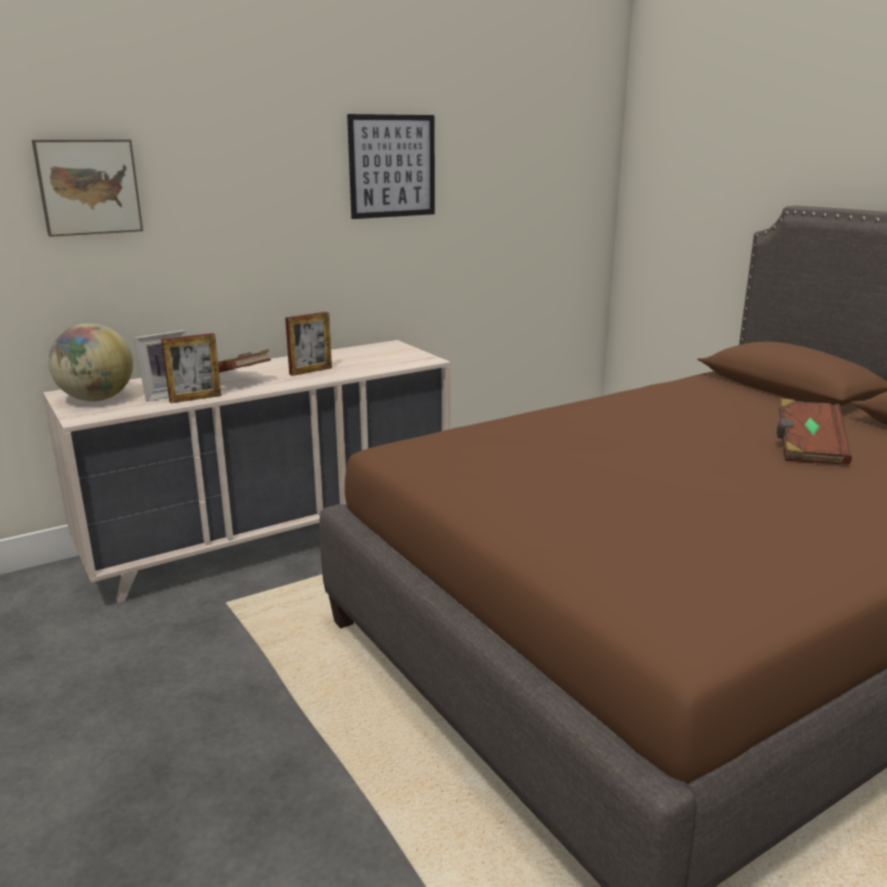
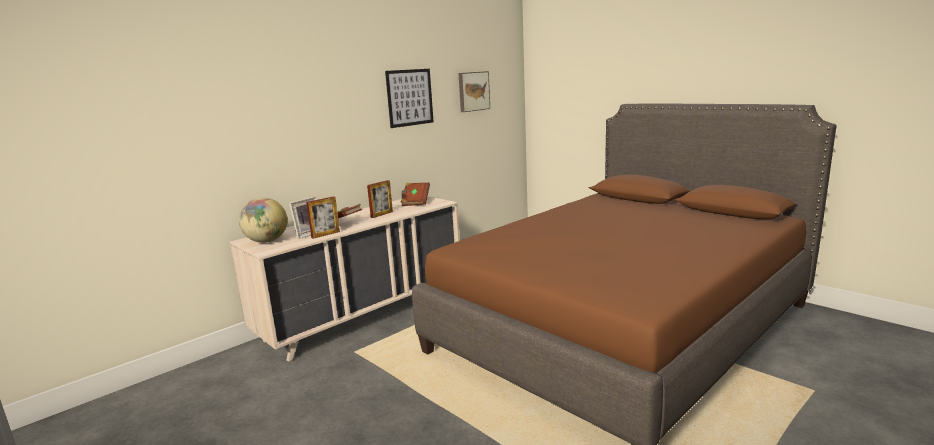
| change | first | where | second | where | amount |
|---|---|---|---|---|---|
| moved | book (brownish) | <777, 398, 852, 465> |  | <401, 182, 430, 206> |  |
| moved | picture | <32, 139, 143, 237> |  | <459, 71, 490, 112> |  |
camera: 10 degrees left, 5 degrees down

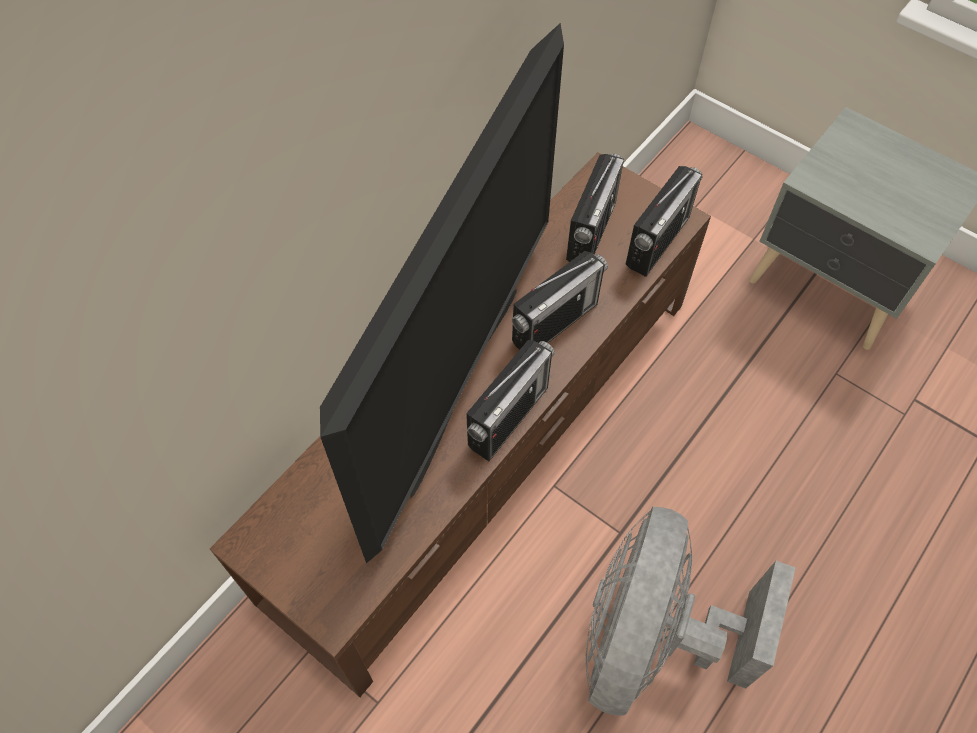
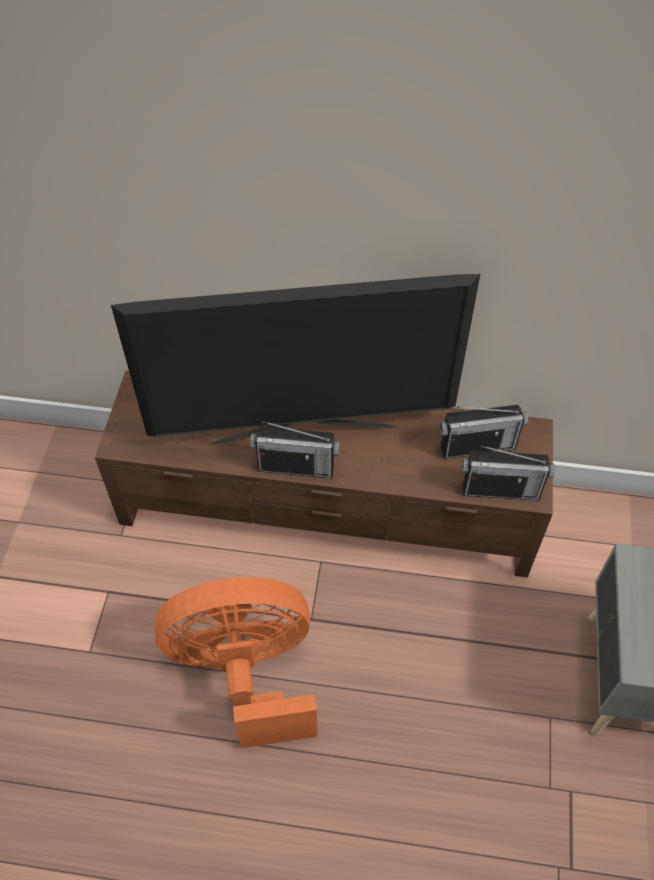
| change | first | where | second | where | amount |
|---|---|---|---|---|---|
| recoloured | fan (gray) | <585, 507, 796, 716> | fan (orange-coloured) | <154, 577, 318, 748> |  |
| removed | radio set | <512, 251, 608, 350> |  |  |  |
camera: 60 degrees right, 5 degrees down

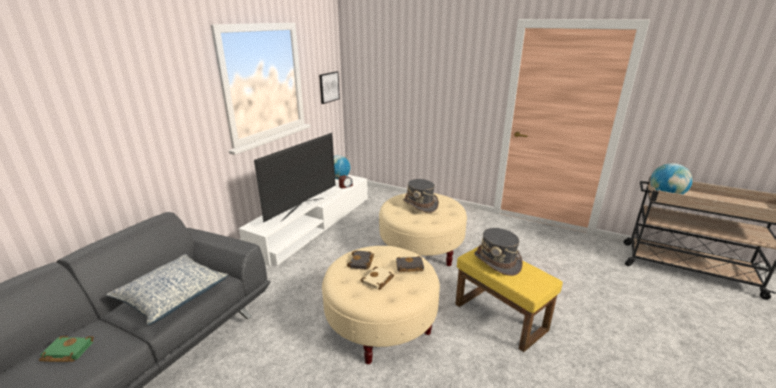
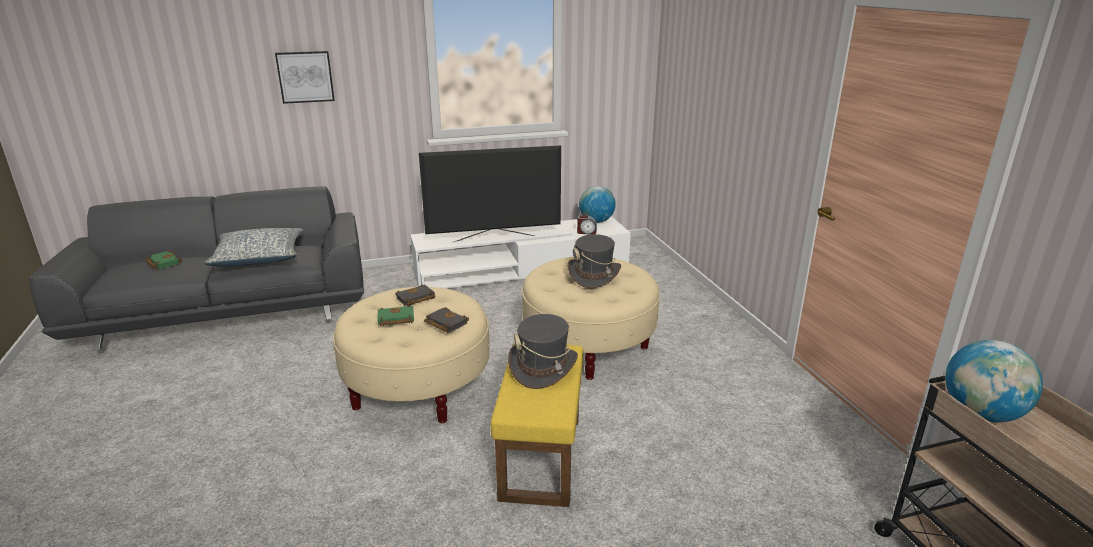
| change | first | where | second | where | amount |
|---|---|---|---|---|---|
| moved | picture | <319, 71, 340, 104> |  | <275, 51, 335, 104> |  |
| recoloured | book (beige-coloured) | <361, 267, 394, 290> | book (green-coloured) | <377, 305, 414, 326> |  |
camera: 45 degrees right, 0 degrees up

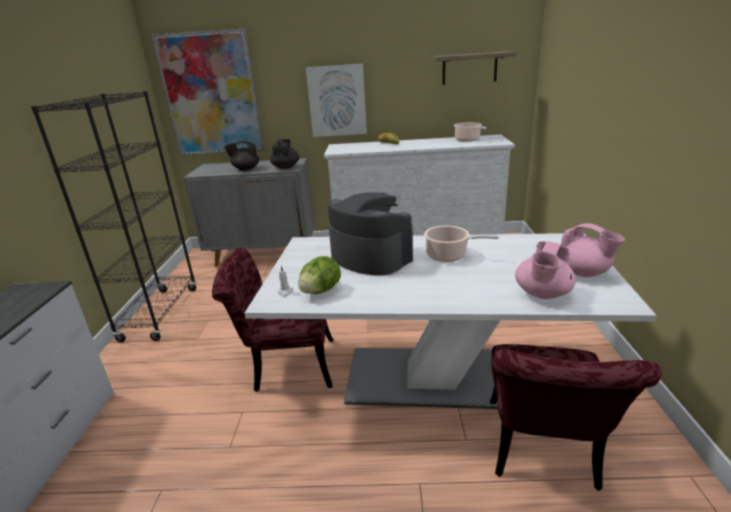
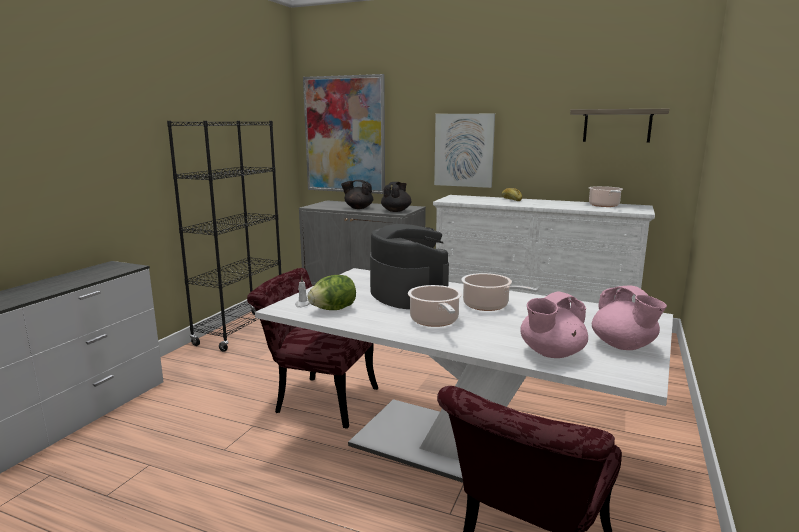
| change | first | where | second | where | amount |
|---|---|---|---|---|---|
| added |  |  | stockpot | <408, 285, 462, 327> |  |
camera: 20 degrees right, 10 degrees down

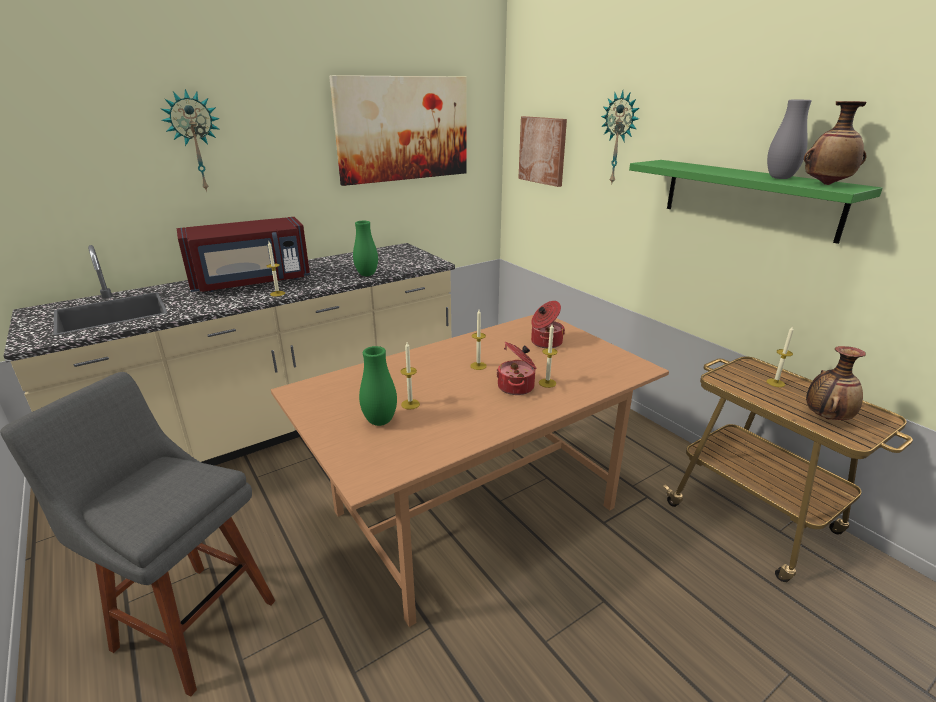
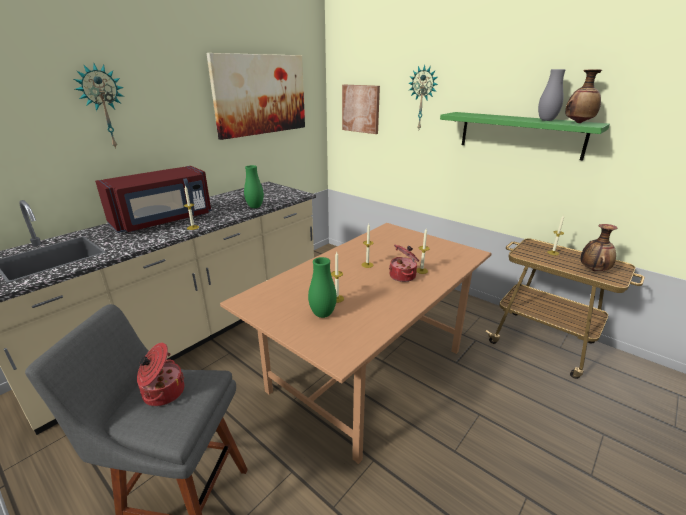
| change | first | where | second | where | amount |
|---|---|---|---|---|---|
| moved | stockpot | <531, 301, 565, 348> |  | <137, 343, 184, 406> |  |
camera: 15 degrees left, 0 degrees up

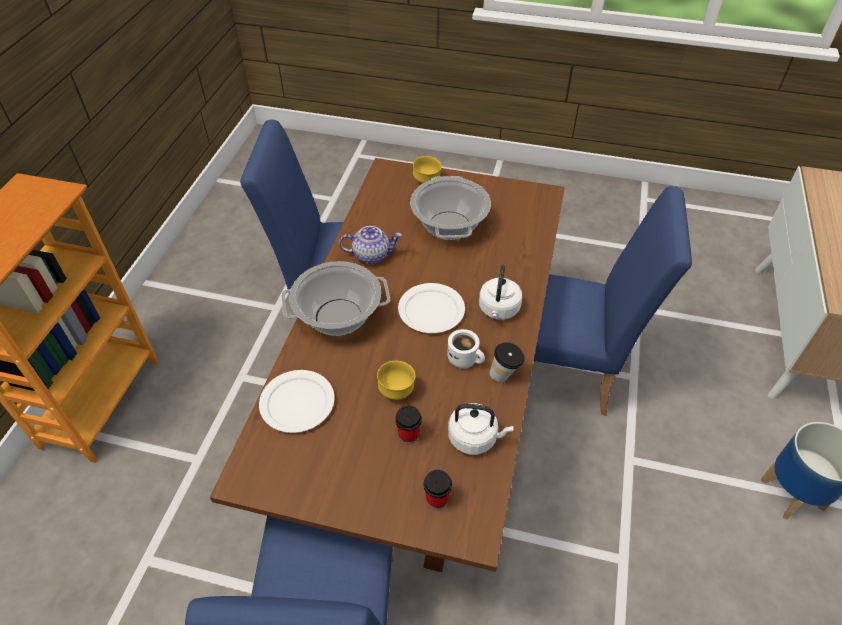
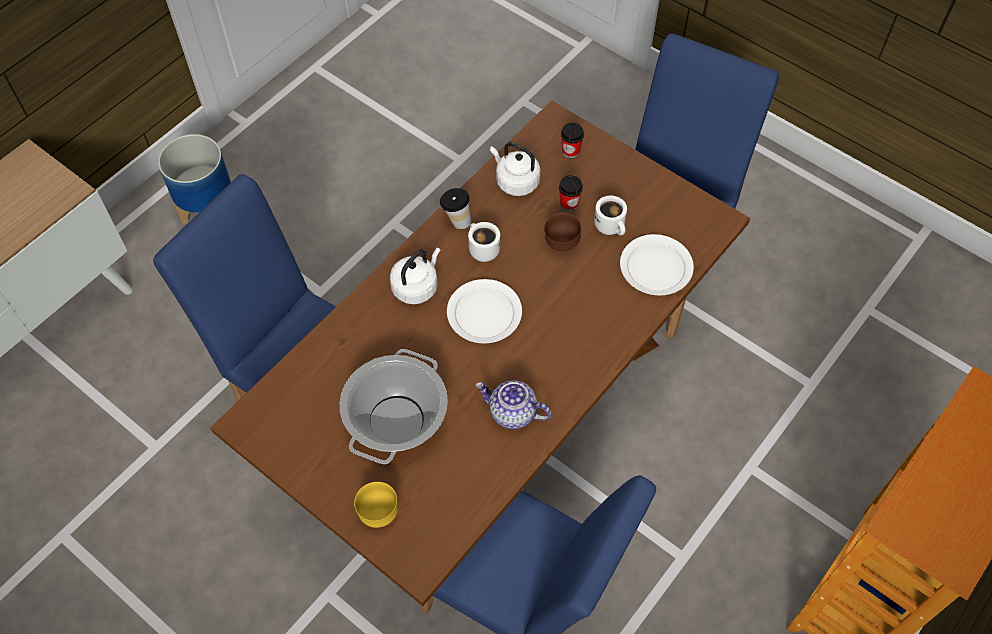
| change | first | where | second | where | amount |
|---|---|---|---|---|---|
| recoloured | bowl (yellowish) | <377, 361, 415, 400> | bowl (brownish) | <544, 213, 581, 251> |  |
| added |  |  | coffee mug (whitish) | <594, 196, 627, 235> |  |
| removed | stockpot | <282, 261, 390, 336> |  |  |  |
camera: 155 degrees left, 10 degrees up

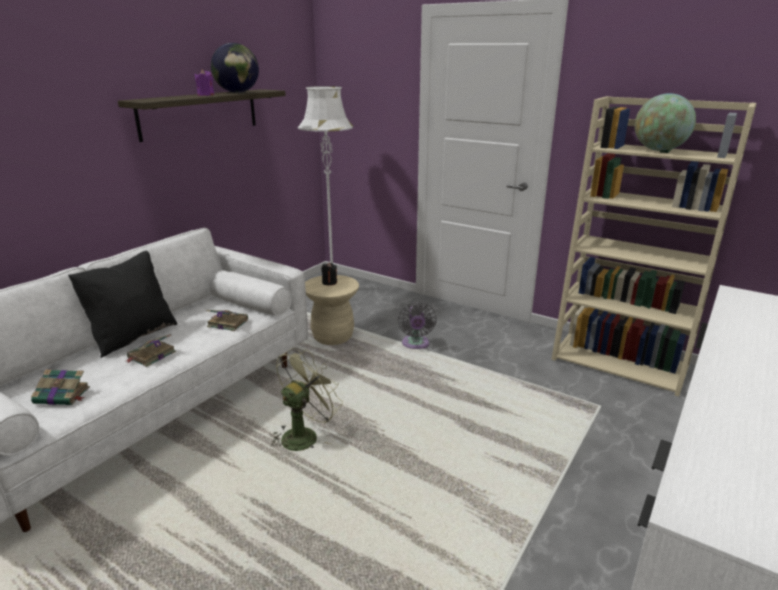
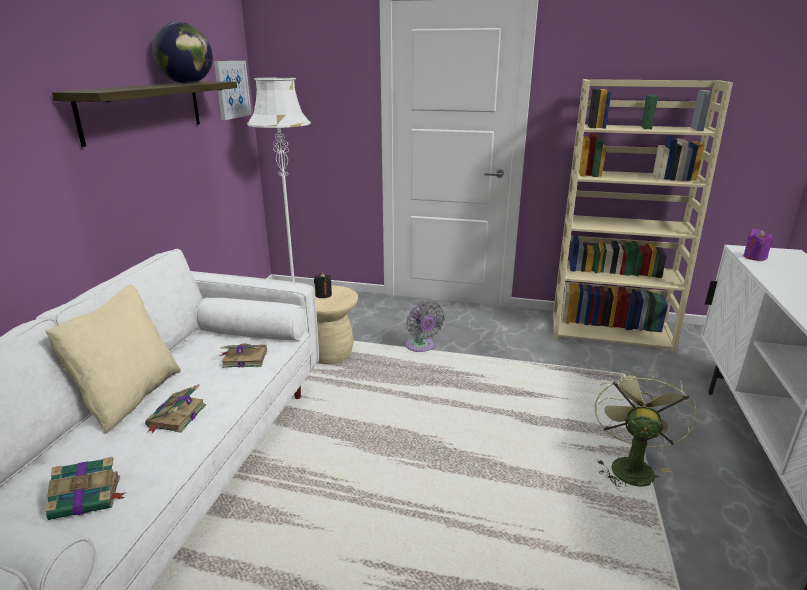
| change | first | where | second | where | amount |
|---|---|---|---|---|---|
| recoloured | pillow (black) | <68, 251, 177, 358> | pillow (beige-coloured) | <45, 285, 181, 434> |  |
| added |  |  | picture | <214, 61, 252, 120> |  |
| moved | fan (green-coloured) | <272, 348, 343, 451> |  | <595, 368, 697, 492> |  |
| moved | wax light (purple-coloured) | <194, 70, 214, 96> |  | <743, 229, 773, 261> |  |
| removed | globe | <635, 93, 696, 151> |  |  |  |
camera: 20 degrees left, 0 degrees up

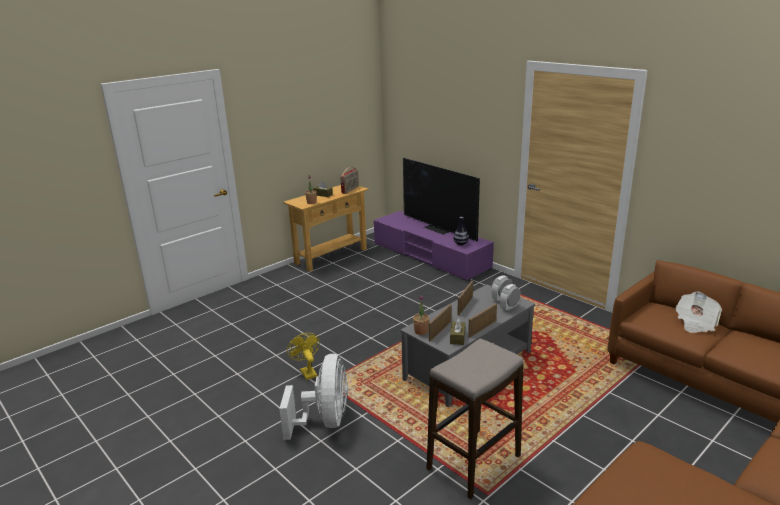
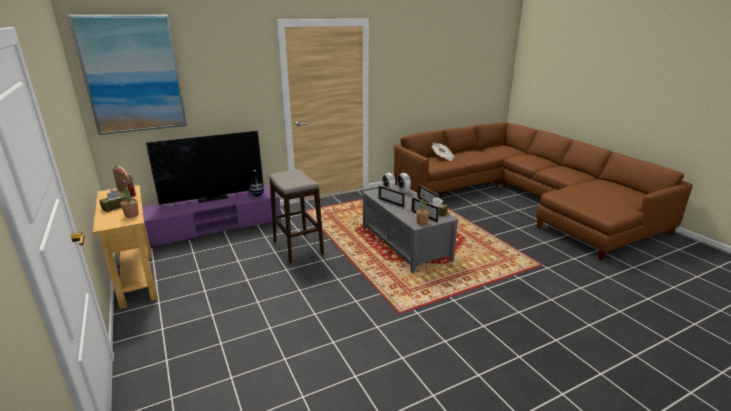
| change | first | where | second | where | amount |
|---|---|---|---|---|---|
| added |  |  | picture | <68, 15, 187, 135> |  |
| moved | sitting stool | <426, 338, 524, 499> |  | <269, 169, 324, 264> |  |
| removed | fan (whitish) | <279, 354, 348, 440> |  |  |  |
| removed | fan (yellowish) | <287, 333, 320, 380> |  |  |  |
camera: 75 degrees left, 0 degrees up

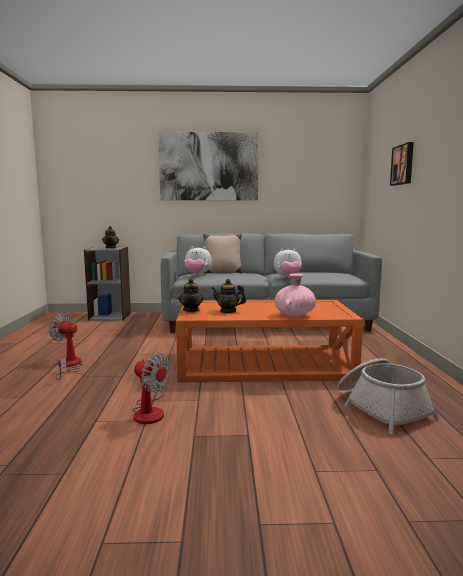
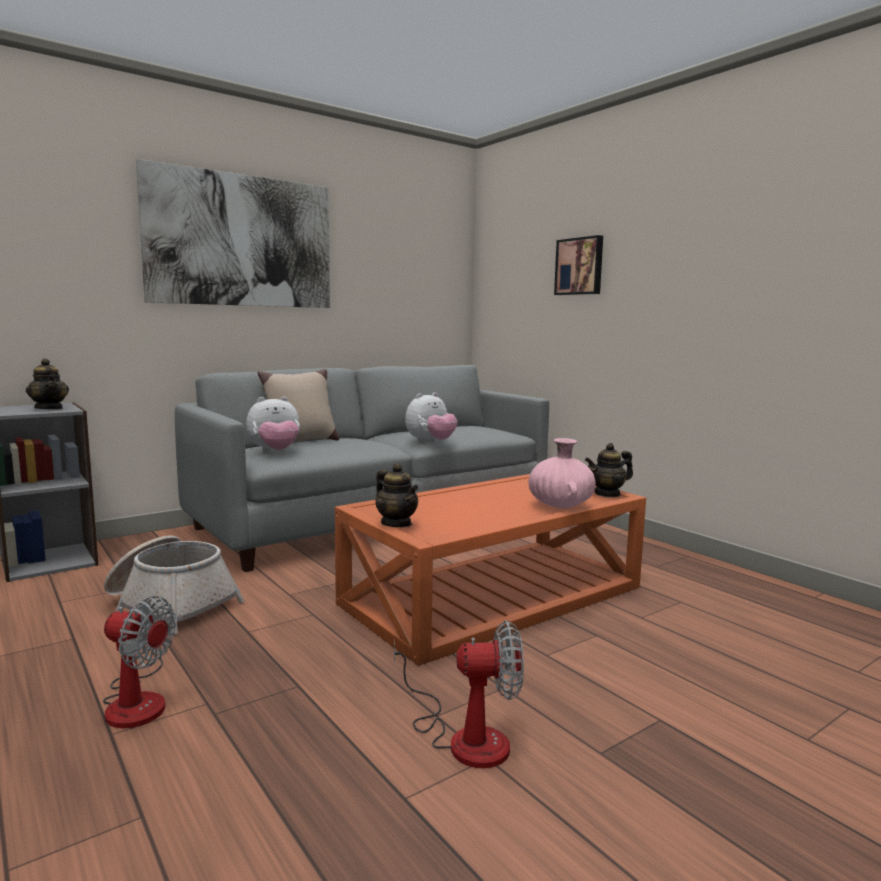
| change | first | where | second | where | amount |
|---|---|---|---|---|---|
| turned | fan | <49, 313, 83, 380> |  | <103, 596, 176, 728> | 150 degrees counterclockwise |
| moved | basket | <337, 358, 439, 434> |  | <104, 535, 244, 634> |  |
| moved | tea pot | <211, 279, 246, 313> |  | <585, 443, 633, 497> |  |
camera: 35 degrees left, 0 degrees up

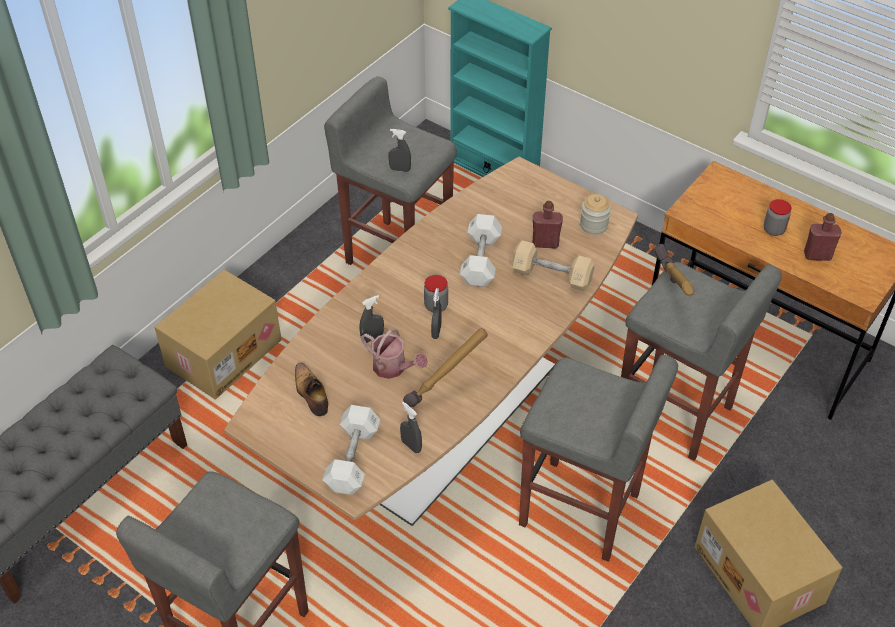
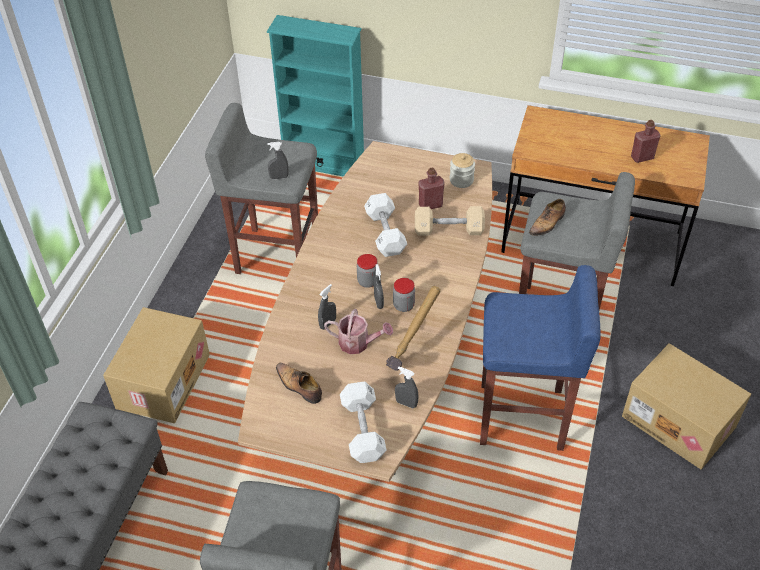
| change | first | where | second | where | amount |
|---|---|---|---|---|---|
| moved | storage jar | <764, 199, 792, 236> |  | <393, 278, 415, 312> |  |
| recoloured | sitting stool (gray) | <519, 355, 678, 562> | sitting stool (bluish) | <480, 265, 601, 451> |  |
| replaced | tool hammer | <653, 244, 694, 296> | shoe | <529, 199, 566, 236> |  |
camera: 20 degrees left, 0 degrees up

